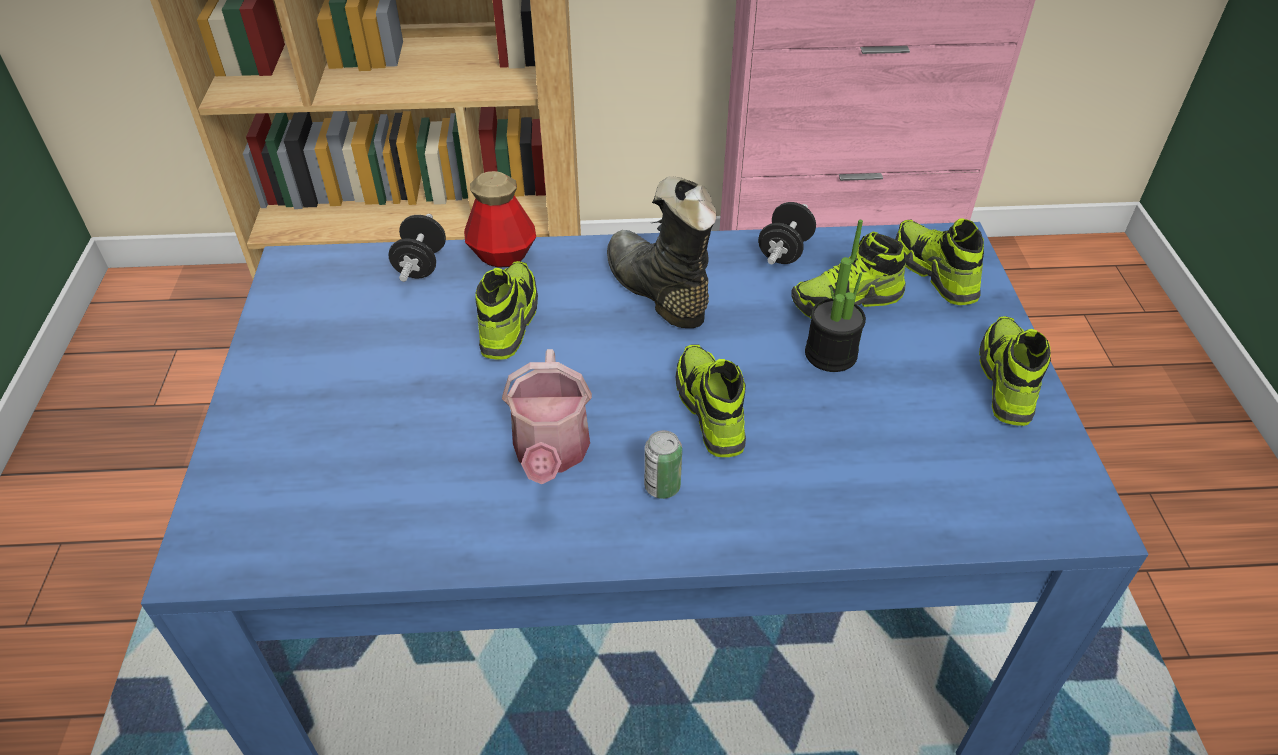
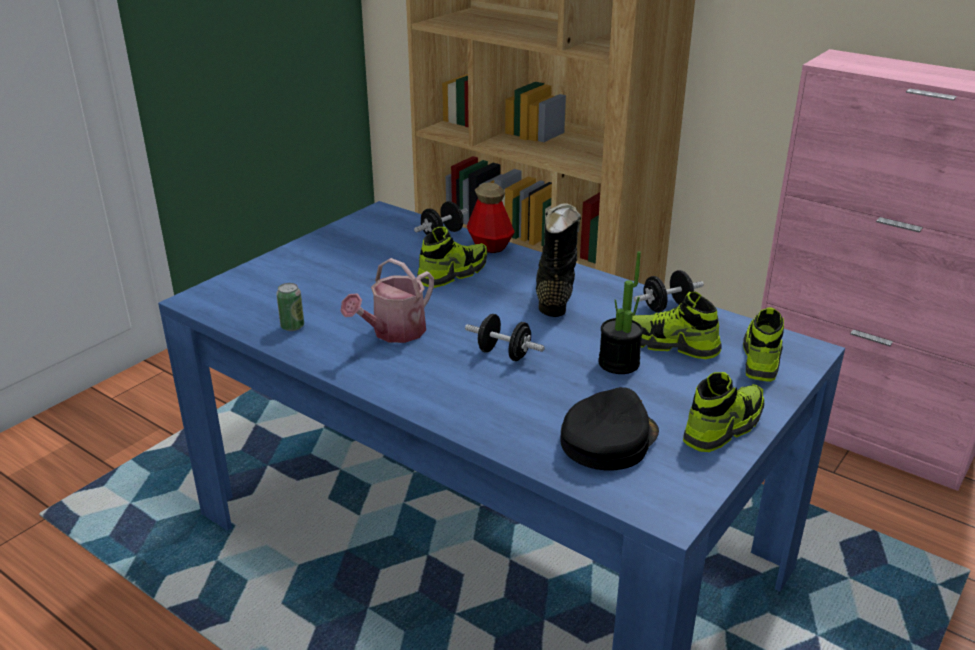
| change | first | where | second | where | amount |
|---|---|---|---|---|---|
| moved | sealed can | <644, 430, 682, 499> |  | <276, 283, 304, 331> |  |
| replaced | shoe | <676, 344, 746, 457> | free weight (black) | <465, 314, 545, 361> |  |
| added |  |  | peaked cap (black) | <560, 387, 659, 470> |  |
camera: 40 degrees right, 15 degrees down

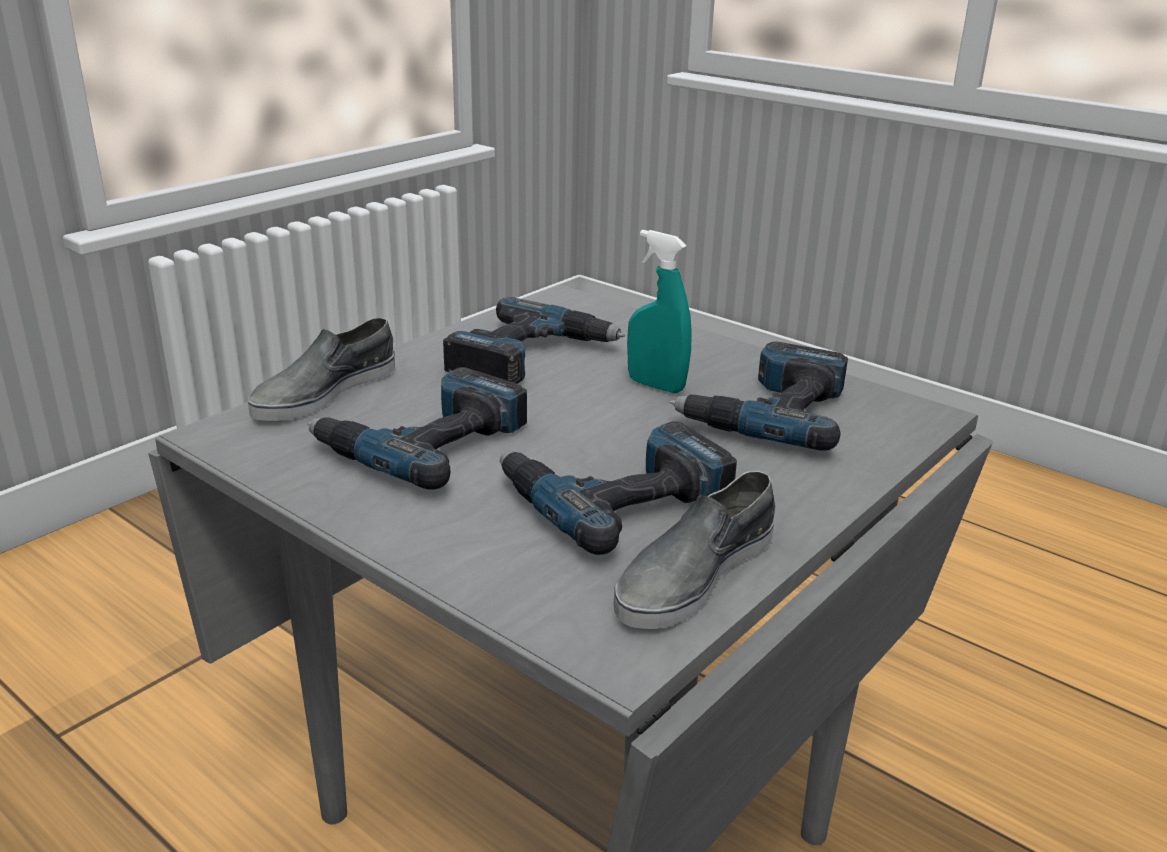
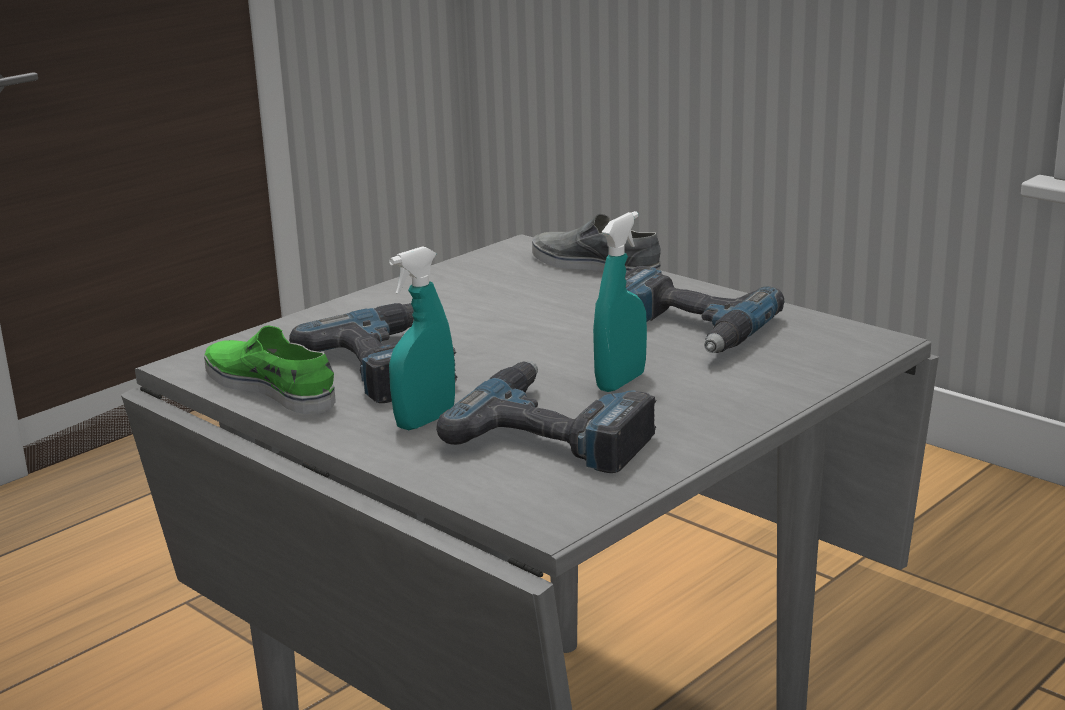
| change | first | where | second | where | amount |
|---|---|---|---|---|---|
| recoloured | shoe (gray) | <613, 471, 775, 629> | shoe (green-coloured) | <204, 325, 336, 414> |  |
| added |  |  | spray bottle (turquoise-coloured) | <389, 246, 455, 430> |  |
| removed | electric drill | <308, 367, 527, 490> |  |  |  |
camera: 95 degrees right, 5 degrees down

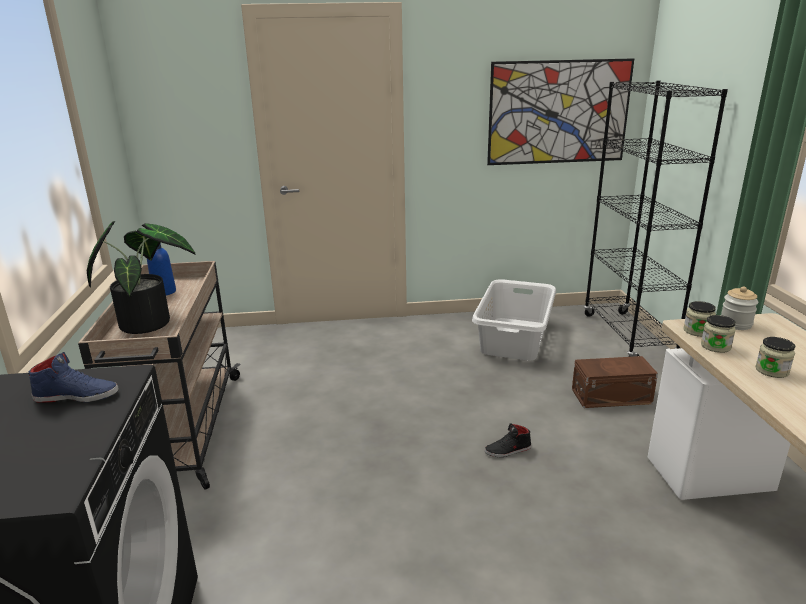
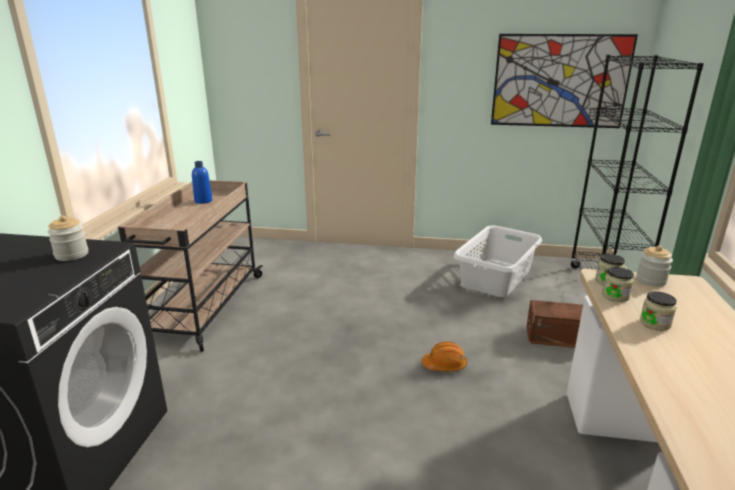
| change | first | where | second | where | amount |
|---|---|---|---|---|---|
| replaced | shoe (bluish) | <28, 352, 119, 403> | storage jar | <48, 215, 88, 261> |  |
| replaced | shoe (black) | <485, 423, 531, 457> | work helmet (orange-coloured) | <422, 341, 467, 372> |  |
| removed | potted plant | <87, 221, 195, 334> |  |  |  |
camera: 15 degrees right, 0 degrees up

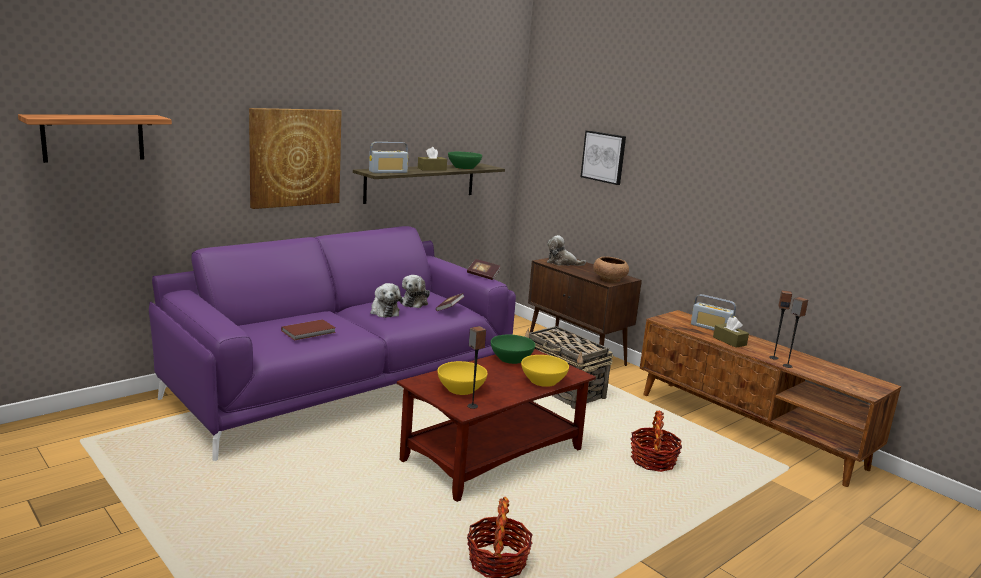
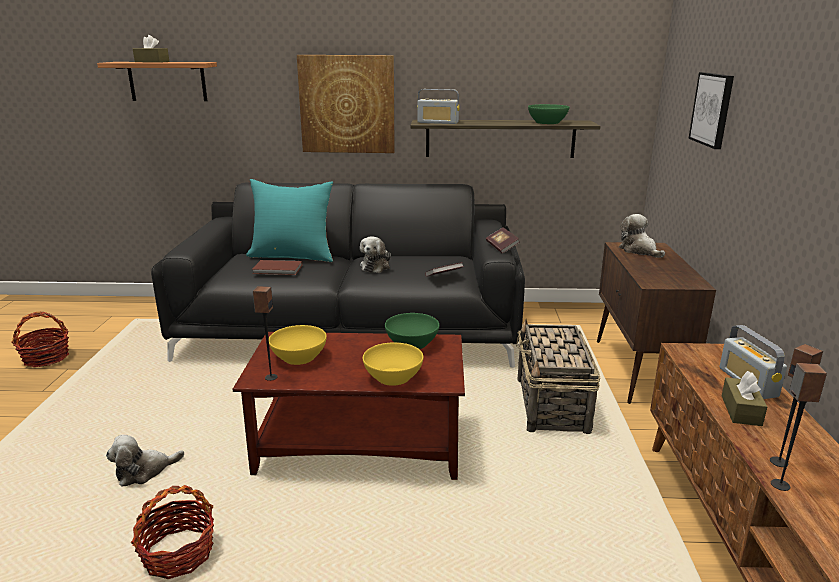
| change | first | where | second | where | amount |
|---|---|---|---|---|---|
| moved | basket | <630, 411, 682, 472> |  | <11, 312, 69, 367> |  |
| moved | cuddly toy | <402, 275, 430, 308> |  | <106, 435, 184, 486> |  |
| moved | tissue holder (brownish) | <418, 147, 447, 171> |  | <133, 35, 170, 63> |  |
| recoloured | sofa (purple-coloured) | <149, 226, 516, 461> | sofa (black) | <151, 182, 525, 368> |  |
| added |  |  | pillow (turquoise-coloured) | <246, 179, 333, 262> |  |
| removed | bowl (brownish) | <593, 257, 629, 283> |  |  |  |
camera: 45 degrees right, 5 degrees up

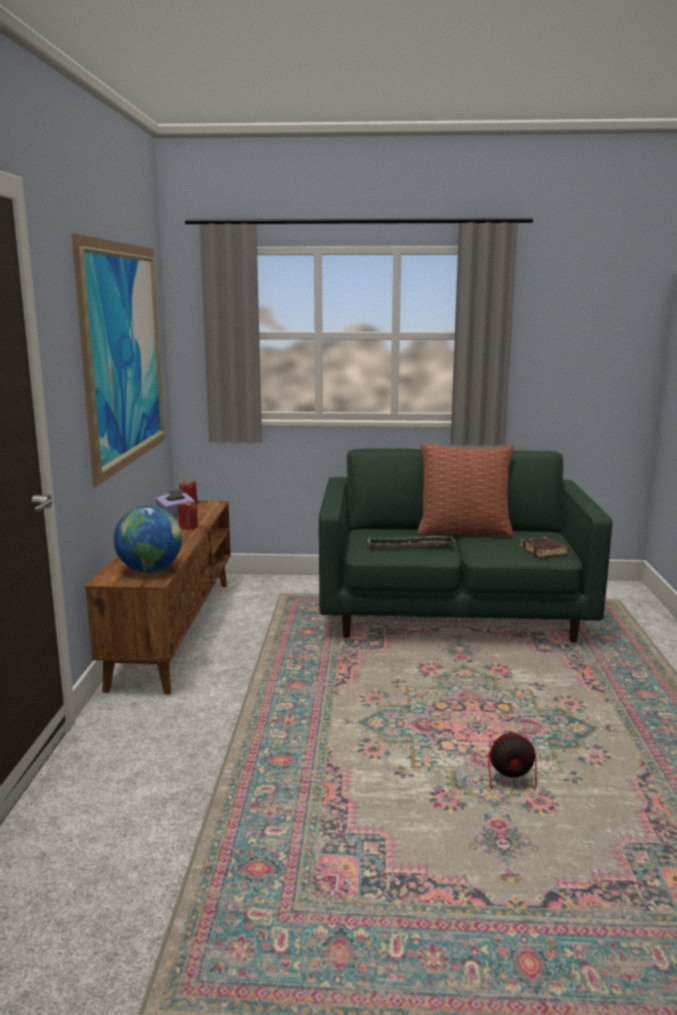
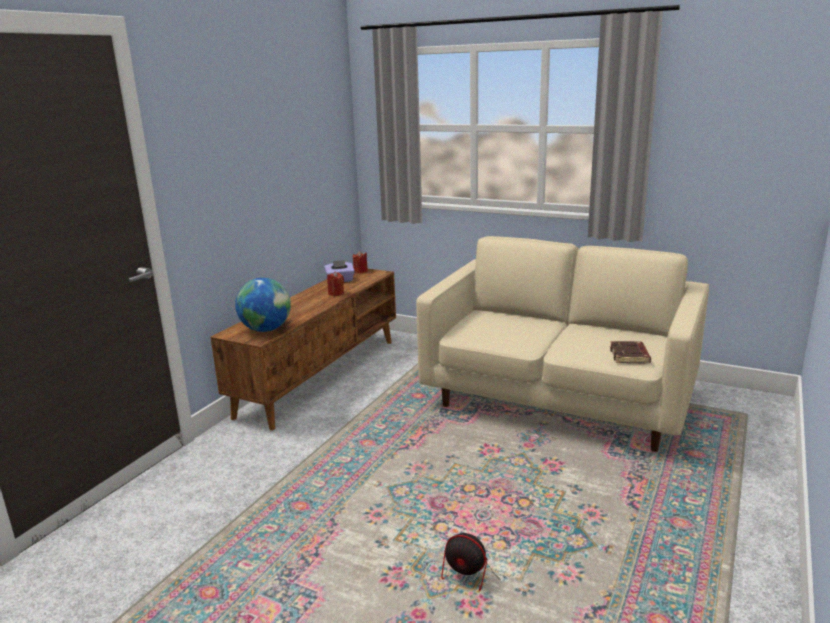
| change | first | where | second | where | amount |
|---|---|---|---|---|---|
| recoloured | sofa (green-coloured) | <319, 448, 612, 643> | sofa (beige-coloured) | <416, 236, 709, 452> |  |
| removed | picture | <72, 233, 165, 488> |  |  |  |
| removed | tray | <368, 536, 455, 549> |  |  |  |
| removed | pillow | <418, 443, 514, 538> |  |  |  |
camera: 25 degrees right, 5 degrees up

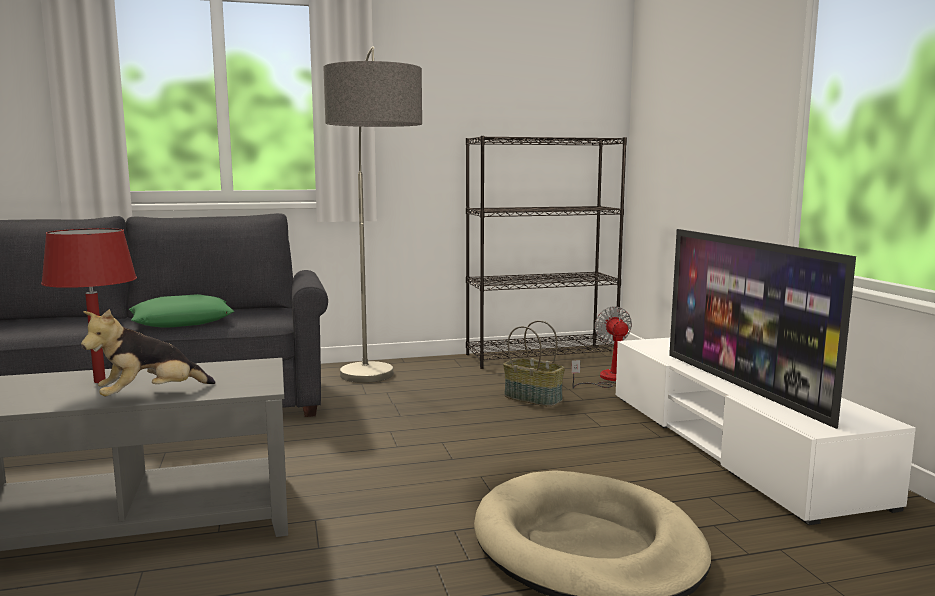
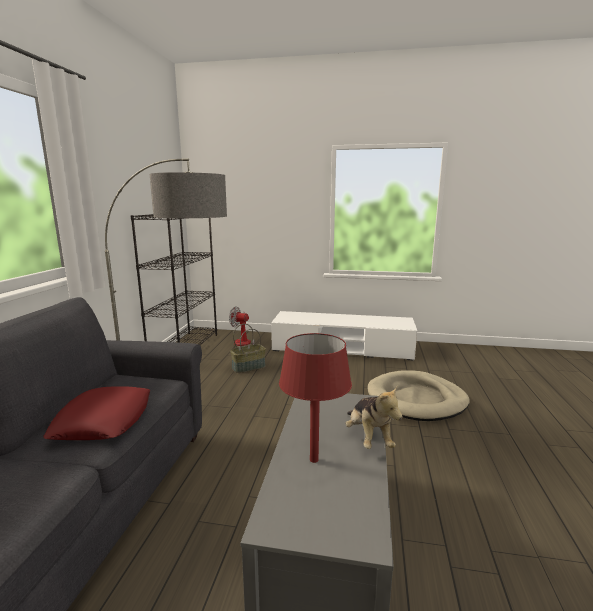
| change | first | where | second | where | amount |
|---|---|---|---|---|---|
| recoloured | pillow (green-coloured) | <129, 294, 234, 328> | pillow (red-coloured) | <43, 386, 151, 440> |  |
| removed | TV | <669, 229, 856, 429> |  |  |  |
camera: 65 degrees left, 5 degrees up

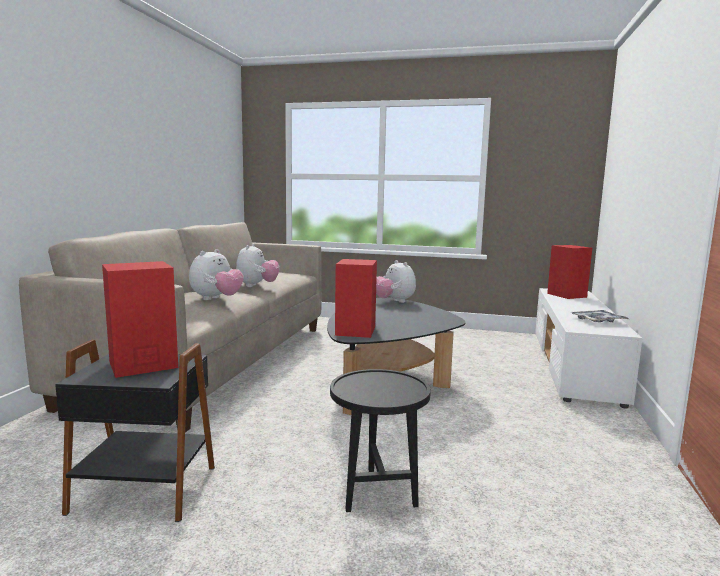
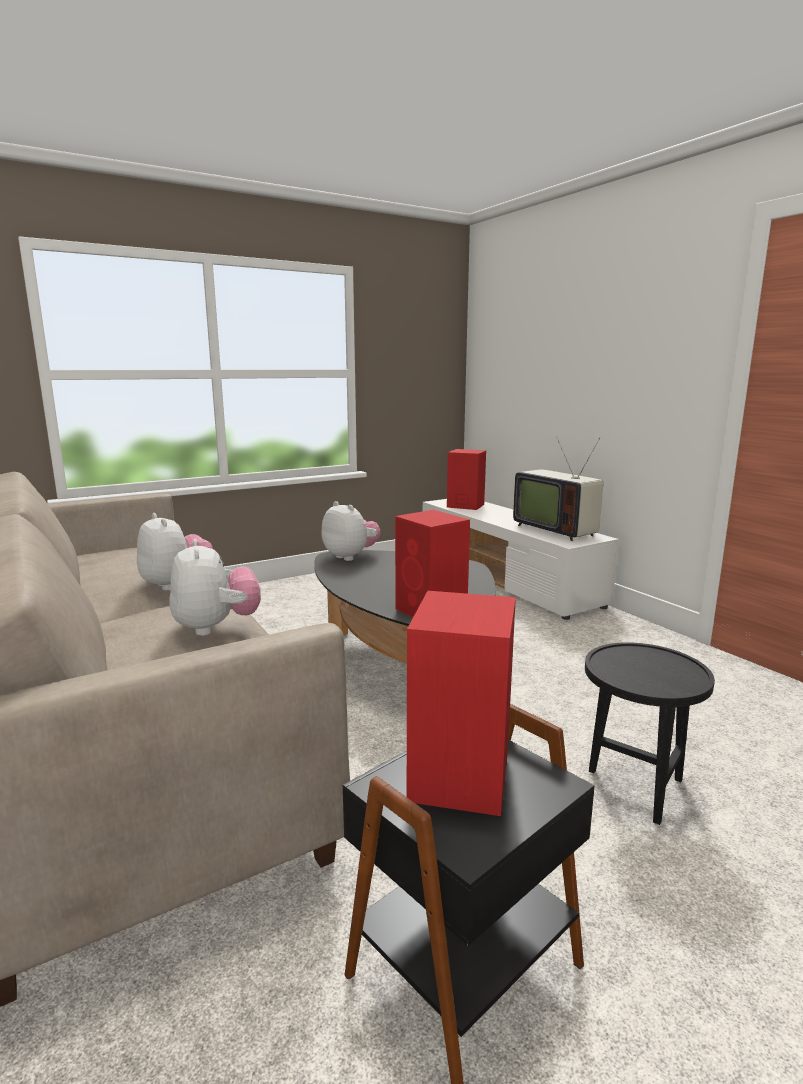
| change | first | where | second | where | amount |
|---|---|---|---|---|---|
| turned | cuddly toy | <376, 260, 416, 303> |  | <321, 501, 380, 561> | 150 degrees counterclockwise |
| replaced | tray | <571, 310, 629, 322> | TV | <513, 438, 603, 541> |  |
camera: 45 degrees left, 5 degrees up

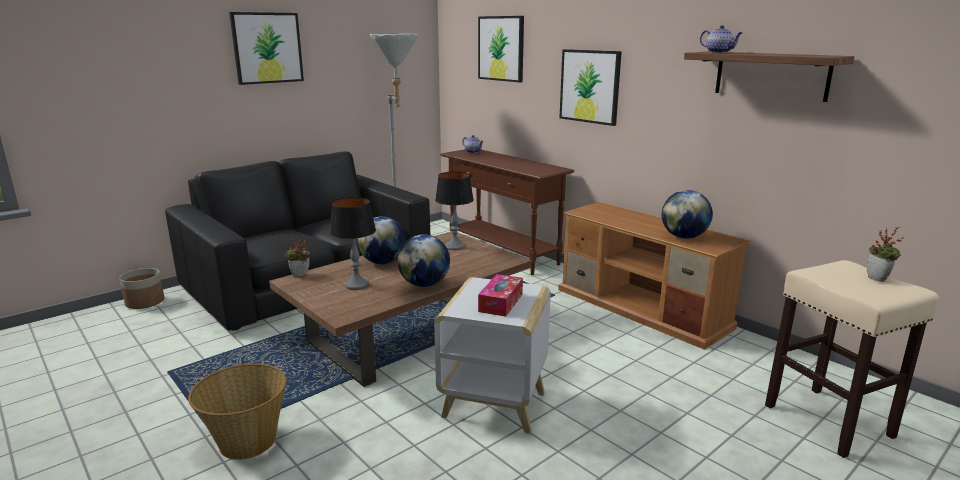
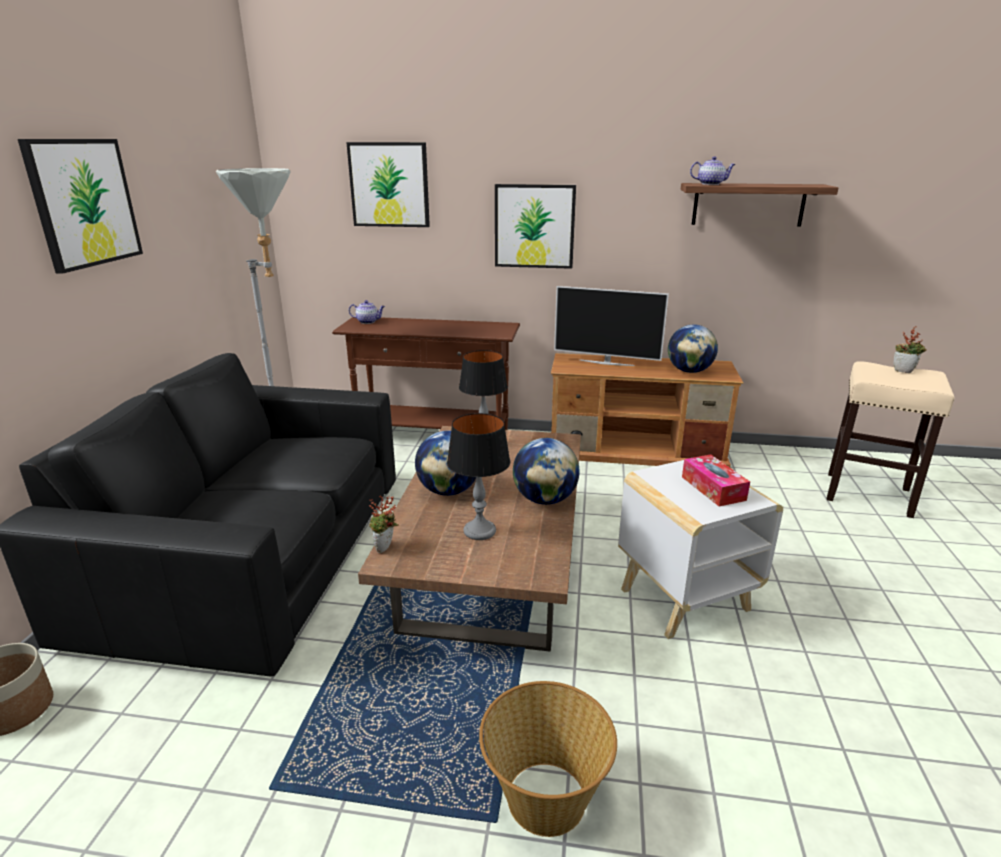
| change | first | where | second | where | amount |
|---|---|---|---|---|---|
| added |  |  | TV | <554, 286, 669, 366> |  |
camera: 40 degrees left, 5 degrees up

